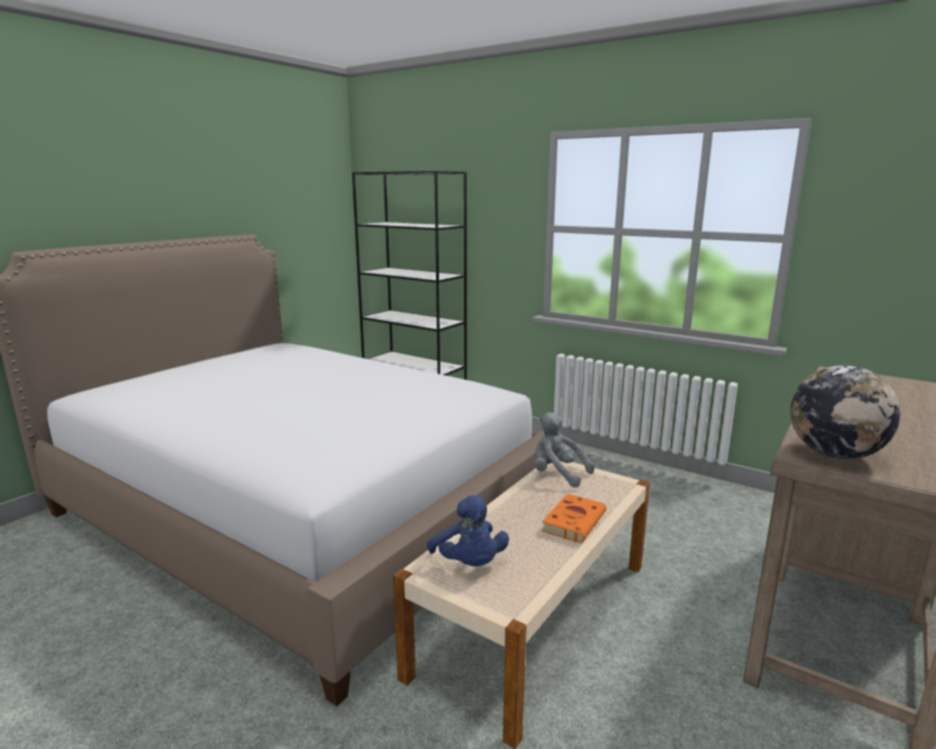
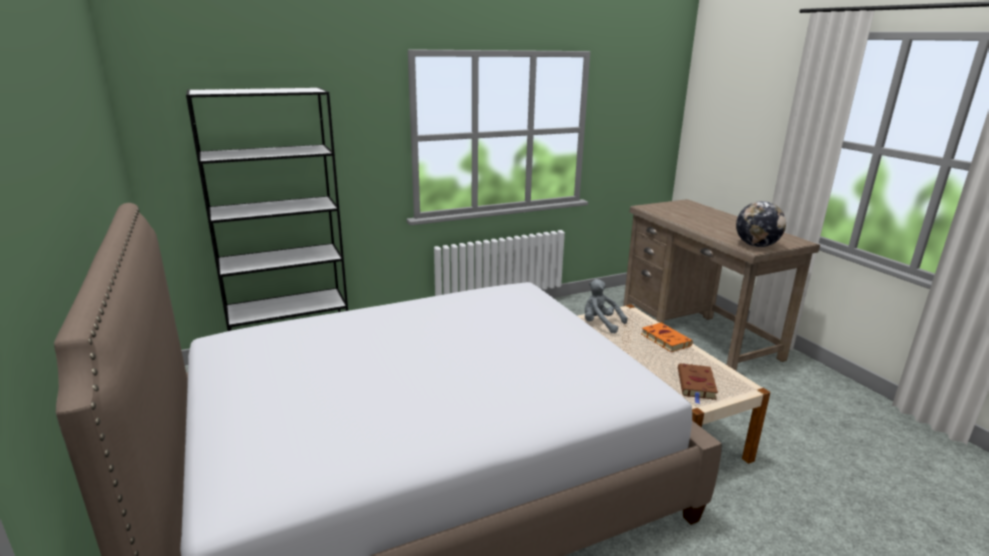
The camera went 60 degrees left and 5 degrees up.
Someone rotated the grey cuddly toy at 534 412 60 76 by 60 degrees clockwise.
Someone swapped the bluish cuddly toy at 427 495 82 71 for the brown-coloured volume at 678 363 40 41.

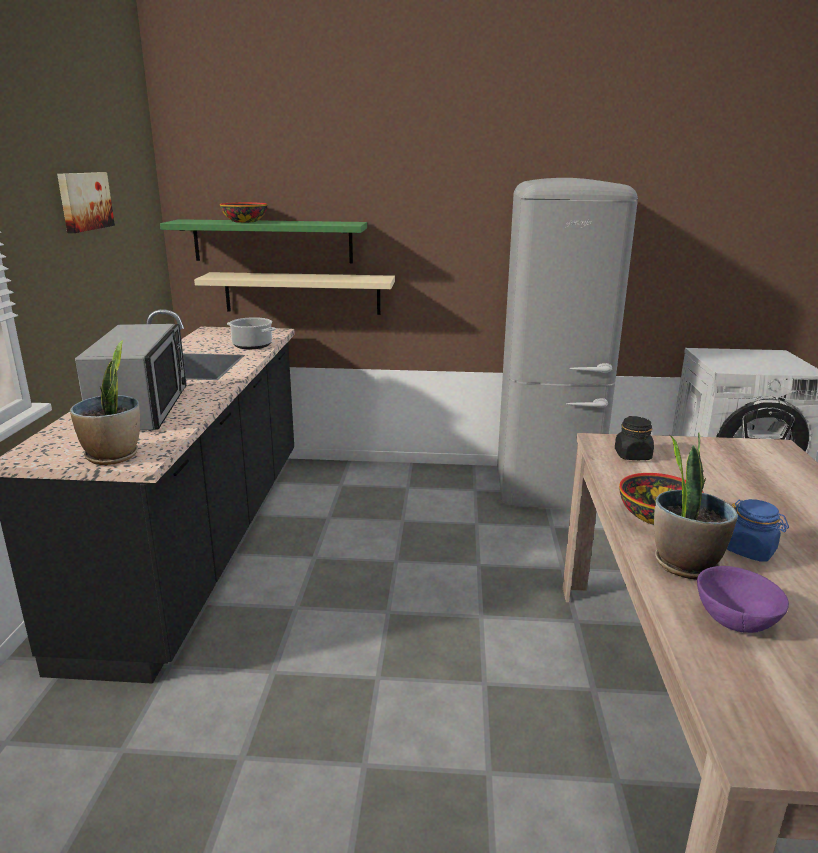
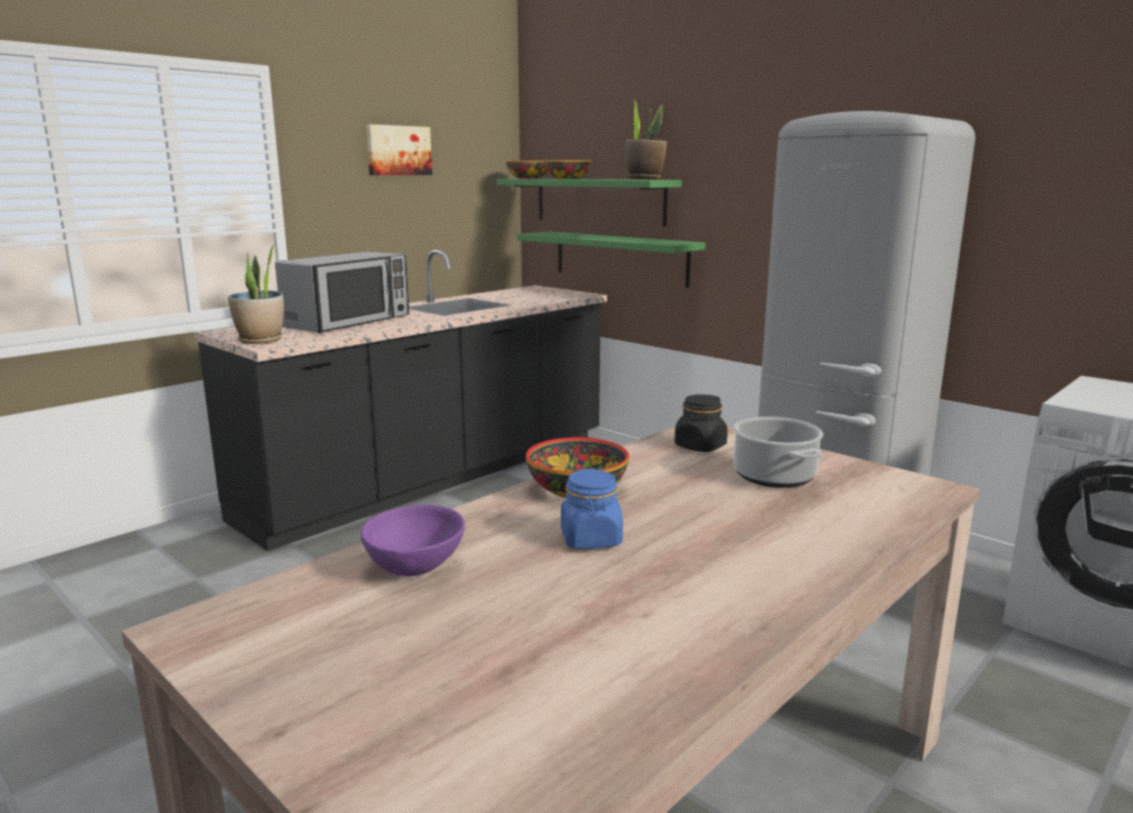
The camera went 40 degrees right and 5 degrees down.
Someone repainted the beige shelf at 194 272 201 43, which became the greenish shelf at 517 231 189 57.
Someone carried the stockpot from 227 317 49 32 to 733 417 90 71.
Someone carried the potted plant from 654 432 84 148 to 625 100 42 79.
Someone put down the serving bowl at 506 160 42 19.

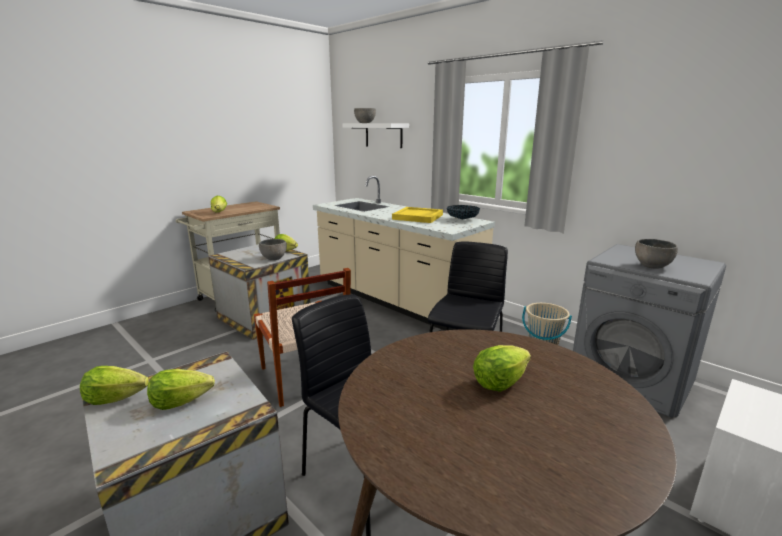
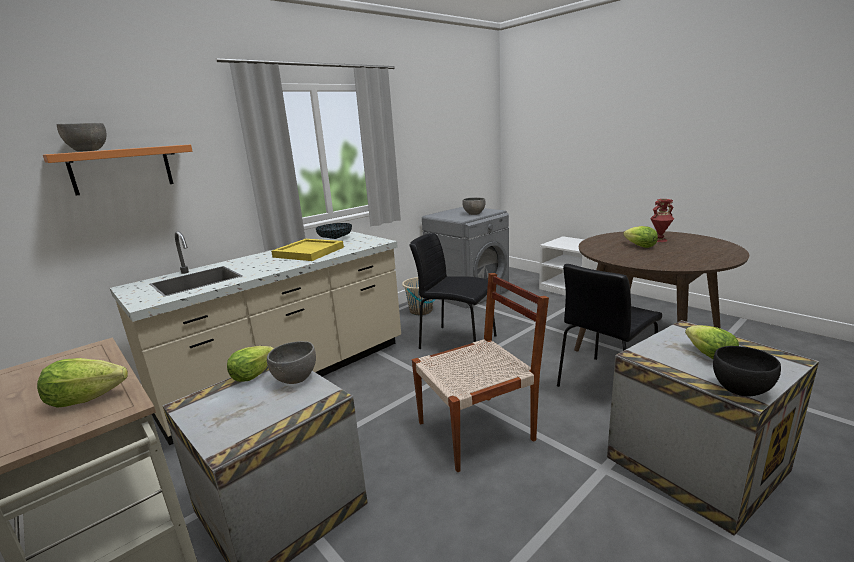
The camera went 85 degrees left and 0 degrees up.
Someone repainted the white-coloured shelf at 342 123 67 25, which became the orange-coloured shelf at 43 145 150 50.
Someone swapped the lettuce head at 80 366 69 39 for the blackish serving bowl at 713 346 68 50.
Someone put down the red-coloured decorative vase at 650 199 24 43.

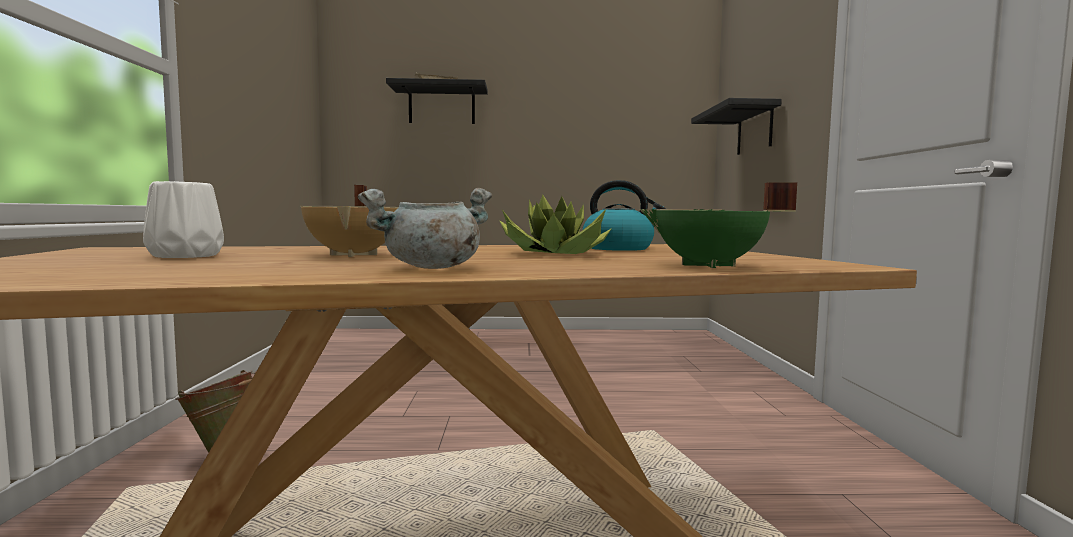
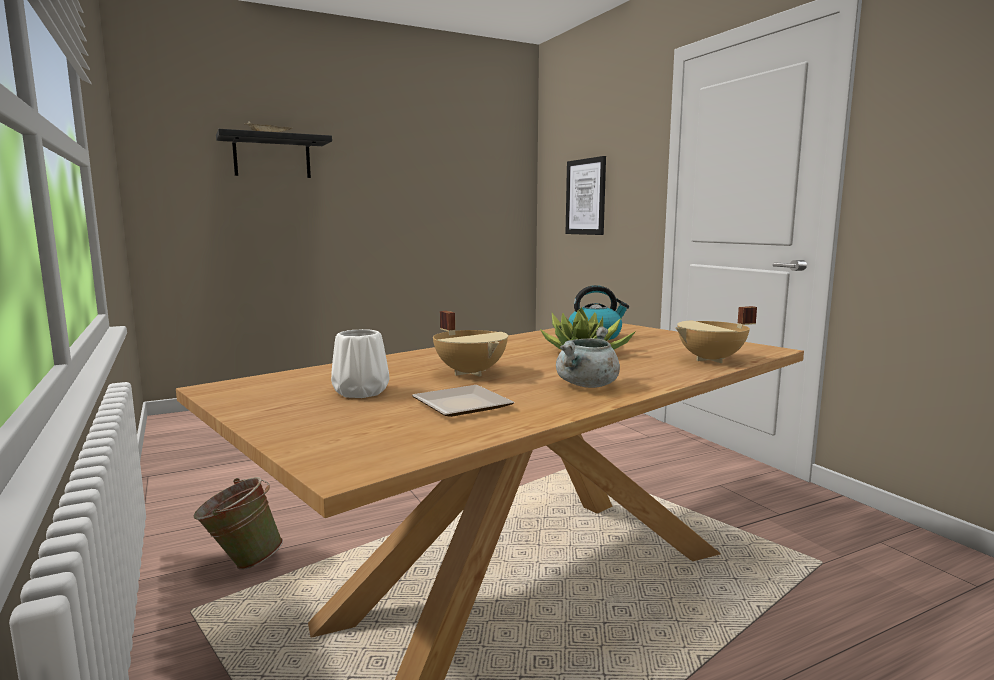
The camera went 25 degrees left and 5 degrees up.
Someone swapped the blackish shelf at 691 98 91 57 for the picture at 566 156 40 79.
Someone repainted the greenish stockpot at 640 182 157 86, which became the beige stockpot at 675 306 82 57.
Someone put down the dinner plate at 412 385 102 32.

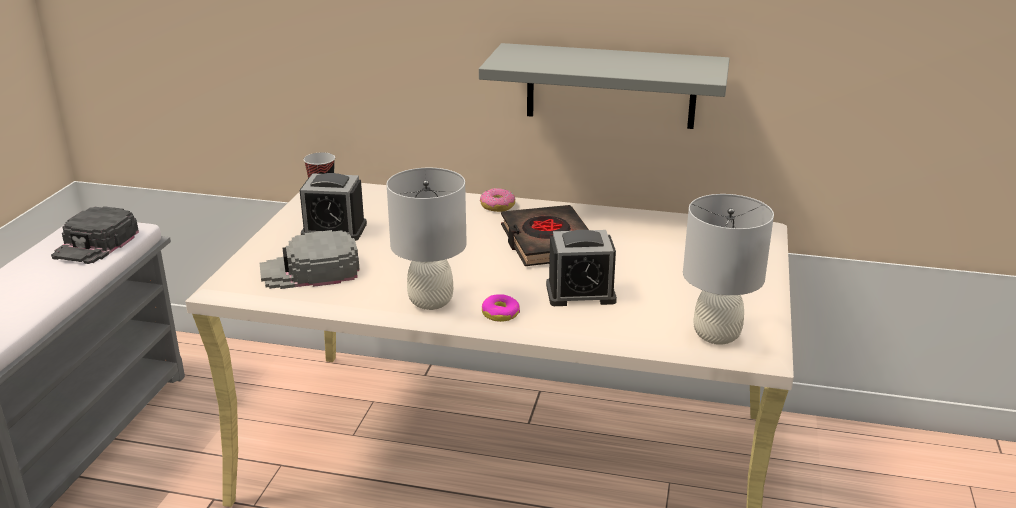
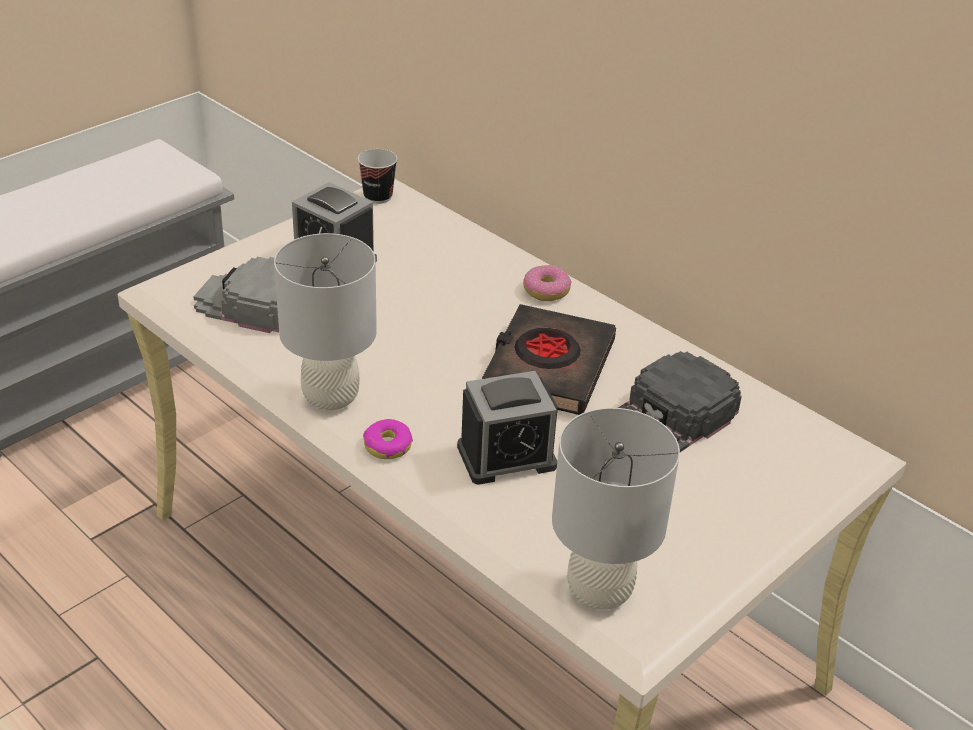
The camera went 30 degrees right and 10 degrees up.
Someone took away the grey shelf at 479 43 251 86.
Someone carried the blackish baseball cap from 51 206 88 58 to 618 351 124 101.
Someone rotated the bedside clock at 546 230 71 76 by 45 degrees counterclockwise.

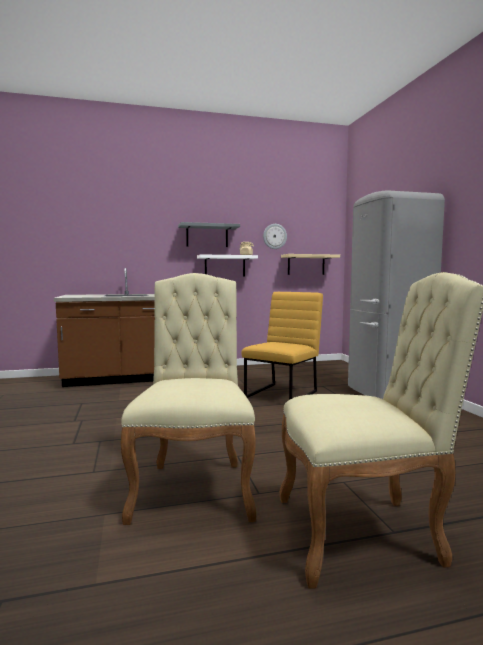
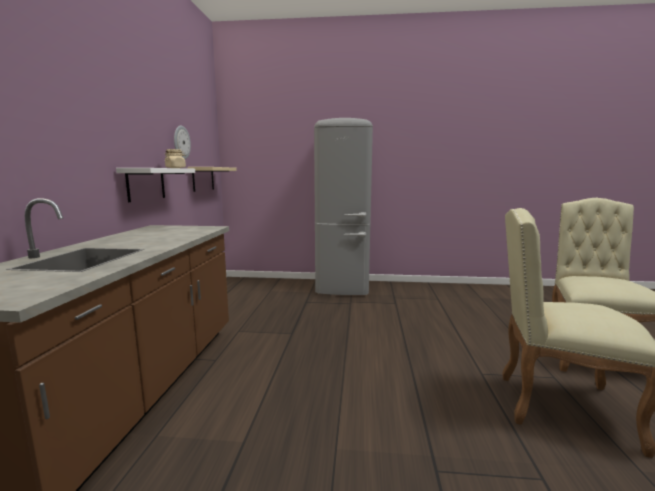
The camera went 70 degrees left and 5 degrees up.
Someone took away the grey shelf at 178 222 62 25.
Someone took away the yellow-coloured chair at 241 292 82 108.

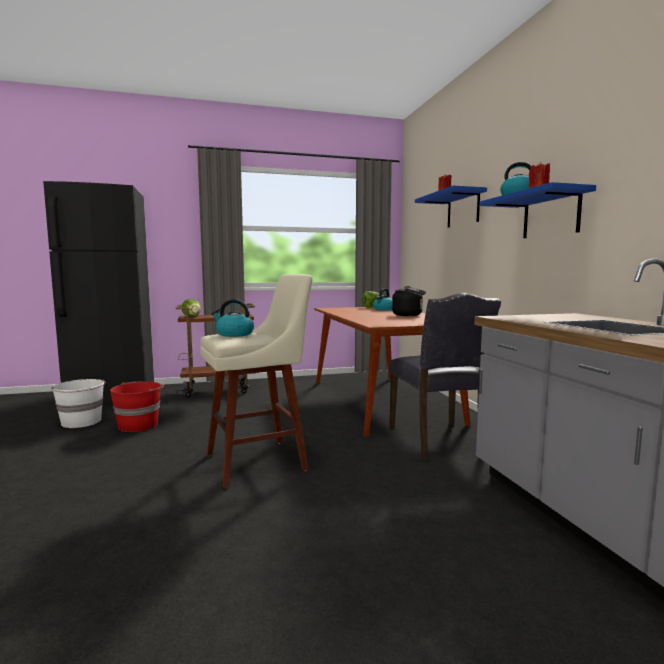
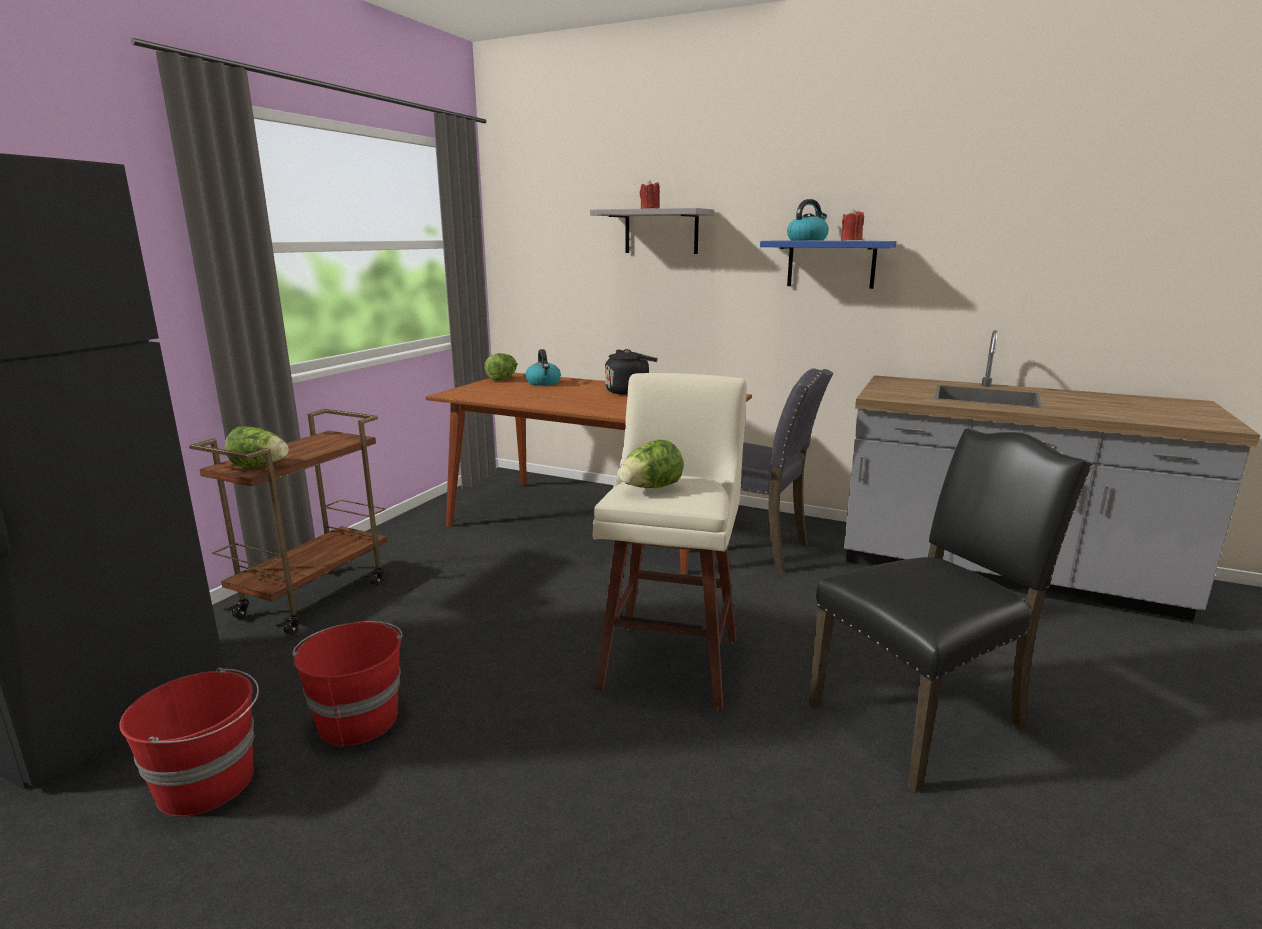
The camera went 50 degrees left and 10 degrees up.
Someone repainted the bluish shelf at 415 185 72 42, which became the grey shelf at 590 208 124 46.
Someone swapped the water kettle at 211 299 43 38 for the lettuce head at 619 440 65 48.
Someone repainted the white-coloured water bucket at 51 379 55 49, which became the red-coloured water bucket at 119 668 140 149.
Someone put down the blackish chair at 809 428 283 365.

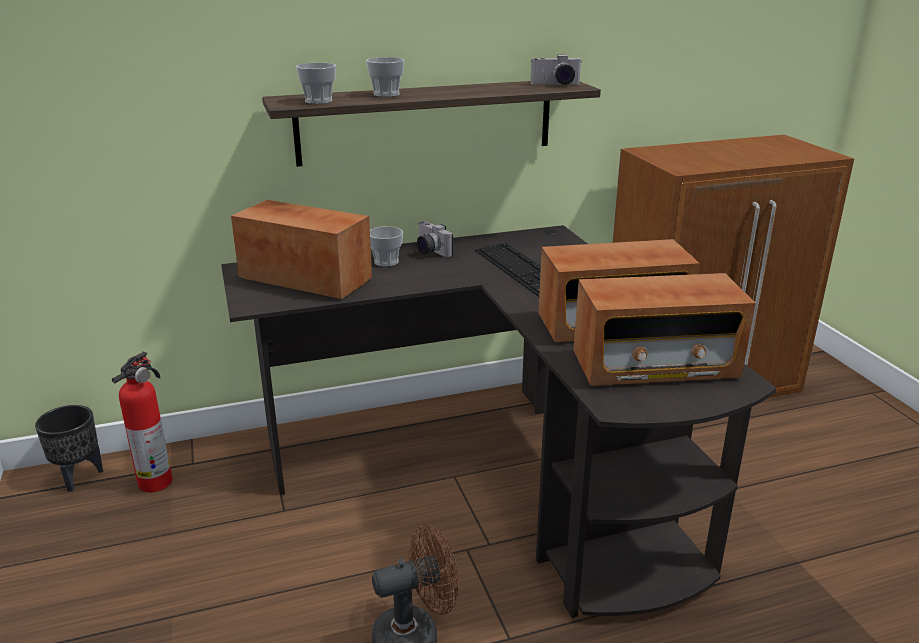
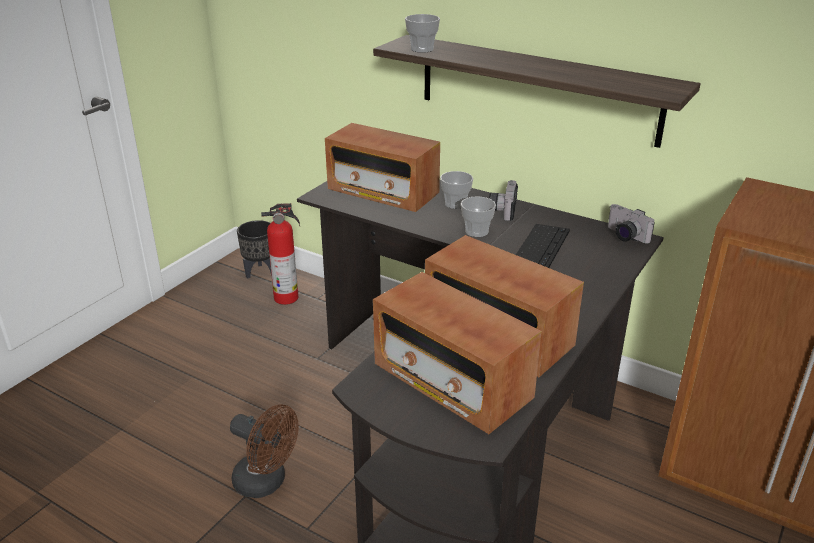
The camera went 50 degrees right and 5 degrees up.
Someone carried the photo camera from 530 55 51 30 to 608 204 47 39.
Someone carried the drinking cup from 366 57 38 40 to 461 196 35 41.
Someone rotated the radio set at 231 200 141 99 by 135 degrees clockwise.

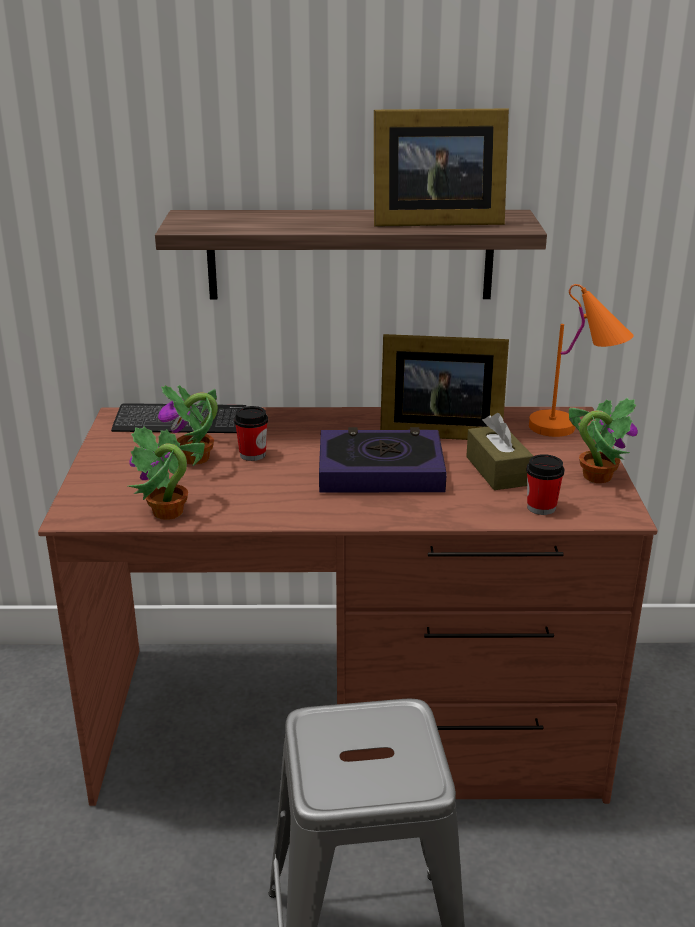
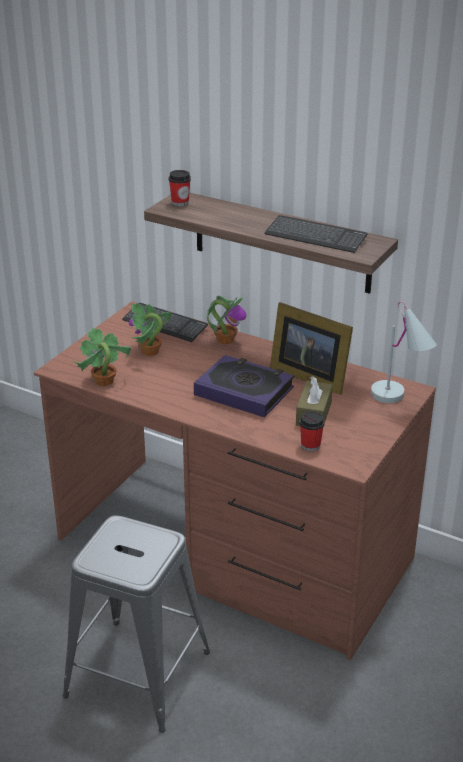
The camera went 30 degrees right and 5 degrees up.
Someone swapped the standing frame at 374 108 135 119 for the keyboard at 264 215 103 38.
Someone repainted the orange-coloured tabletop lamp at 529 284 104 153, which became the white-coloured tabletop lamp at 371 301 66 102.
Someone carried the potted plant from 569 398 69 85 to 207 295 40 49.
Someone carried the drinking cup from 234 406 34 55 to 169 170 22 36.

